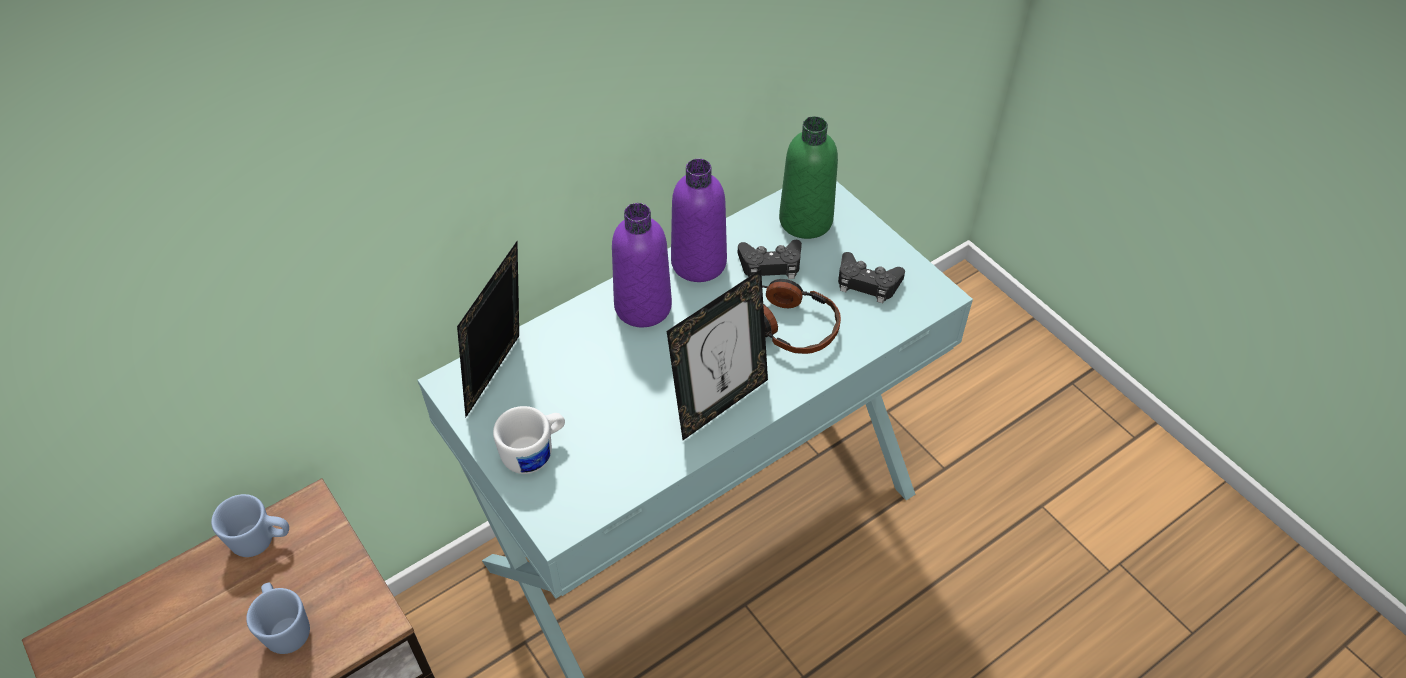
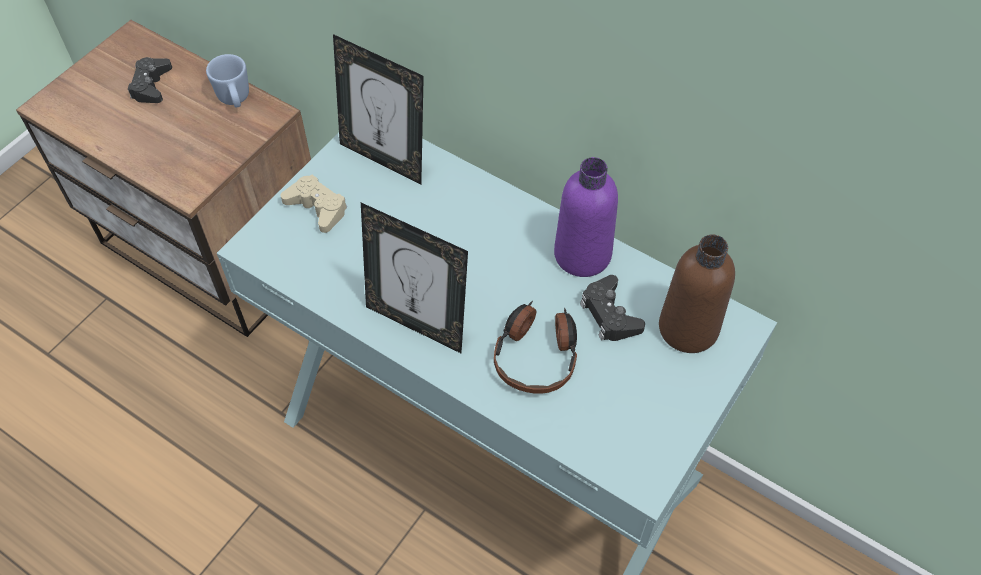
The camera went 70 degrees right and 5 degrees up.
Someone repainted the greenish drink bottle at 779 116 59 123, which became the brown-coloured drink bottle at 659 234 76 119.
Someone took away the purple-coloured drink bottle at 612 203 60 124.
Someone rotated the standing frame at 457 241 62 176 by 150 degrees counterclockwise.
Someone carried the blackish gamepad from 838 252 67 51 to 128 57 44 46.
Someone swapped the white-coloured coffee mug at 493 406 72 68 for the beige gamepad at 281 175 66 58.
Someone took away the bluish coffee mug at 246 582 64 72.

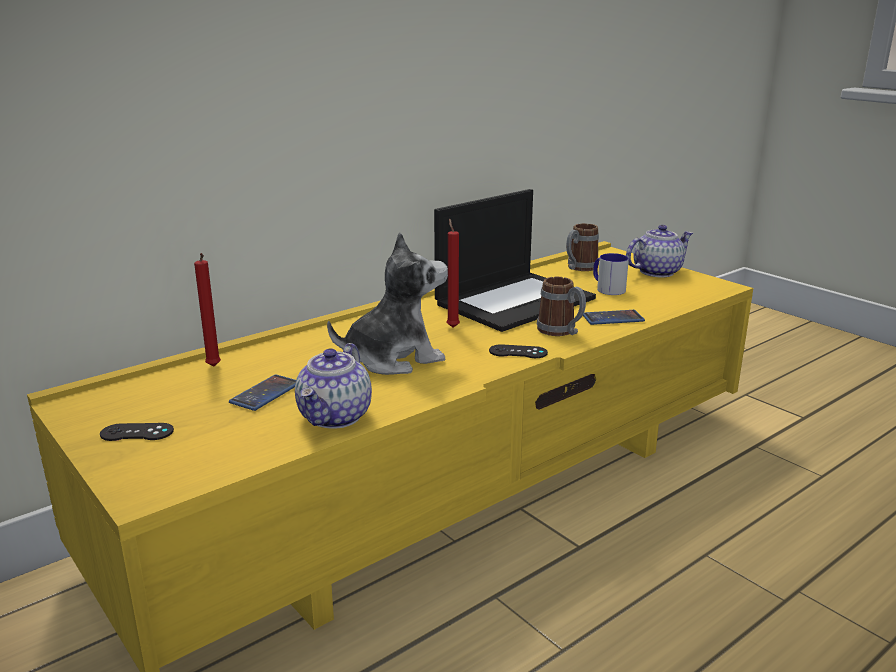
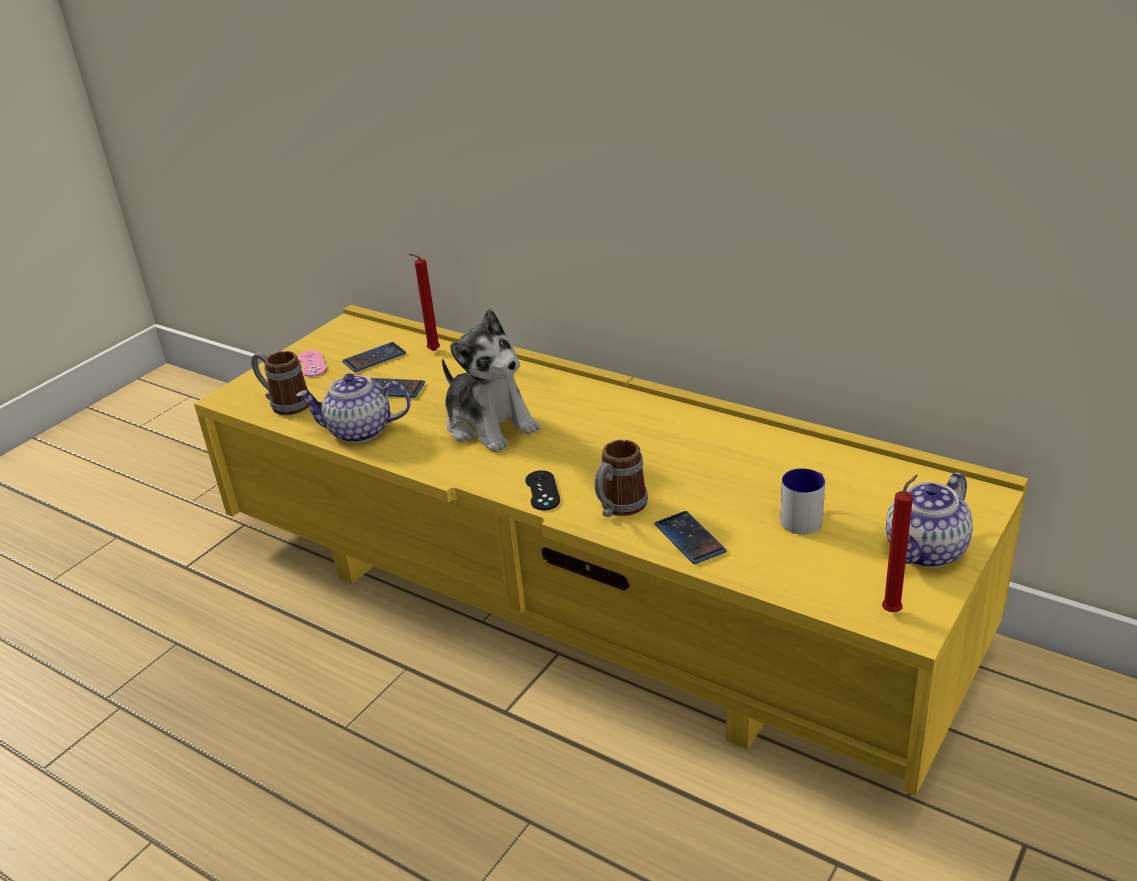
The camera went 75 degrees right and 10 degrees up.
Someone took away the laptop at 434 189 162 143.
Someone carried the red-coloured wax candle from 446 219 14 109 to 882 475 36 137.
Someone carried the coffee mug from 566 223 33 48 to 251 351 59 64.
Someone rotated the teapot at 626 225 67 52 by 90 degrees clockwise.
Someone repainted the blackish gamepad at 100 423 74 18, which became the pink gamepad at 298 350 29 27.
Someone put down the phone at 342 342 64 30.

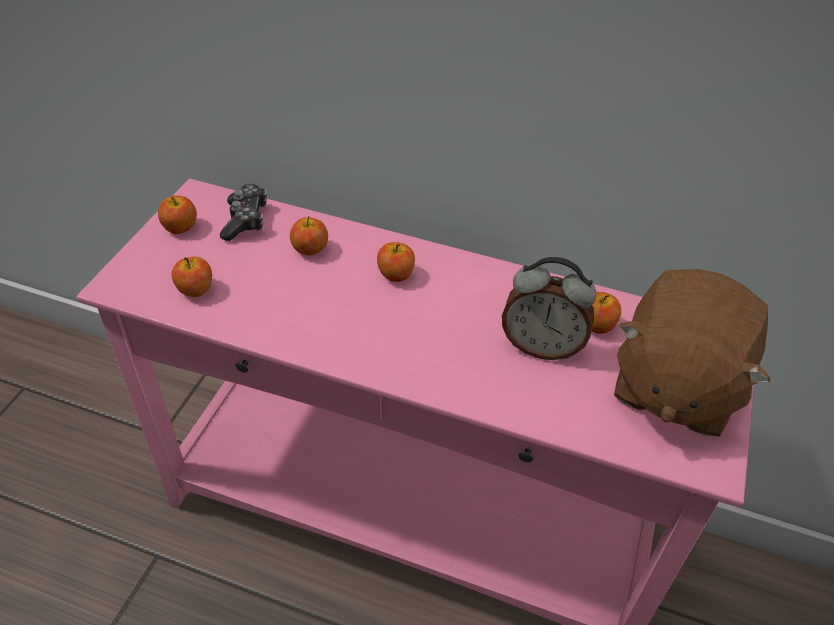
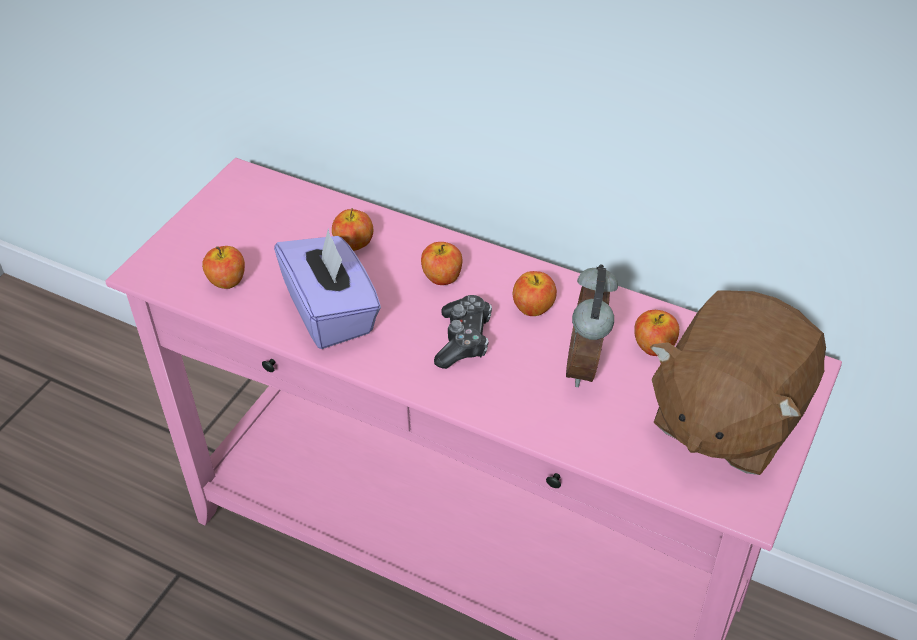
The camera went 10 degrees right and 0 degrees up.
Someone carried the gamepad from 220 184 47 57 to 434 295 58 74.
Someone carried the apple from 158 196 39 38 to 513 271 44 45.
Someone rotated the bedside clock at 502 257 94 103 by 75 degrees clockwise.
Someone put down the purple-coloured box of tissues at 274 228 107 121.

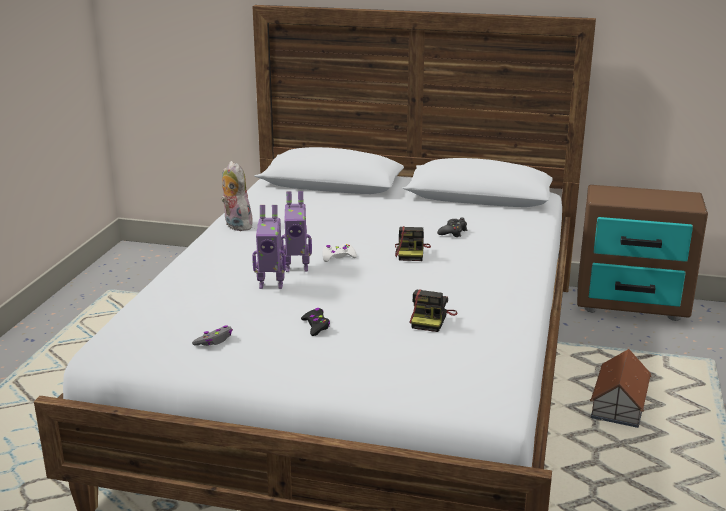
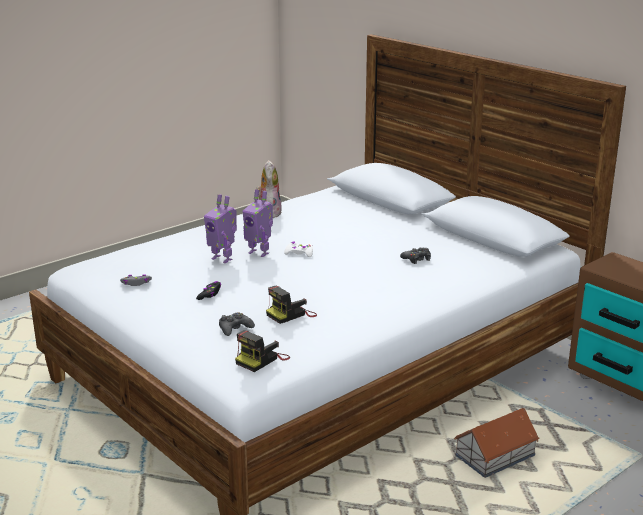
The camera went 35 degrees right and 0 degrees up.
Someone carried the photo camera from 395 226 36 35 to 235 330 55 42.
Someone put down the blackish gamepad at 219 312 36 24.

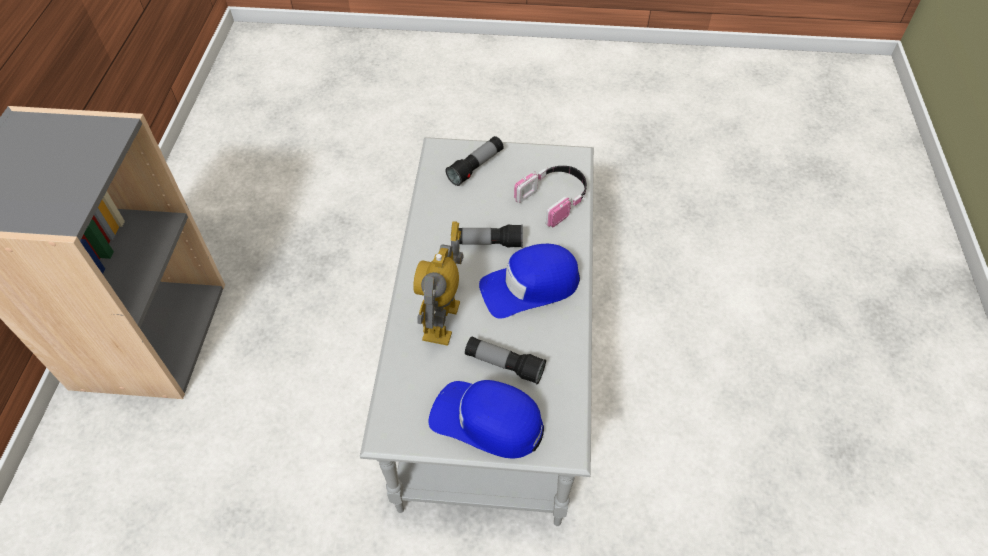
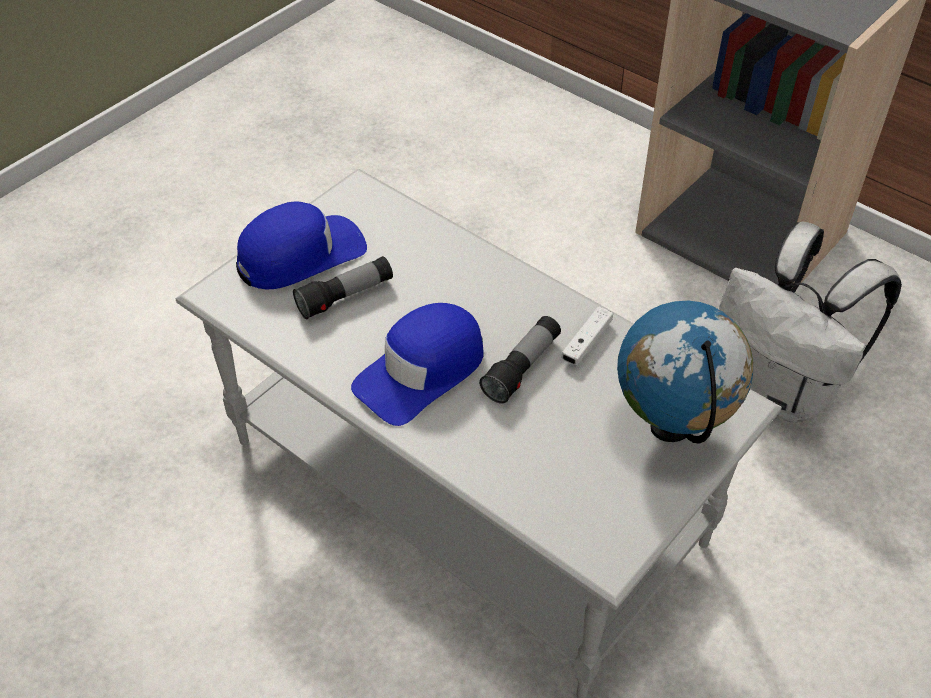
The camera went 125 degrees right and 5 degrees down.
Someone swapped the flashlight at 446 136 58 50 for the world globe at 617 301 136 143.
Someone took away the headphones at 514 166 73 61.
Someone took away the robot figure at 413 221 51 125.
Someone rotated the bluish baseball cap at 479 244 101 75 by 150 degrees counterclockwise.
Someone put down the white-coloured backpack at 719 222 183 201.
Someone put down the white-coloured gamepad at 561 306 52 59.

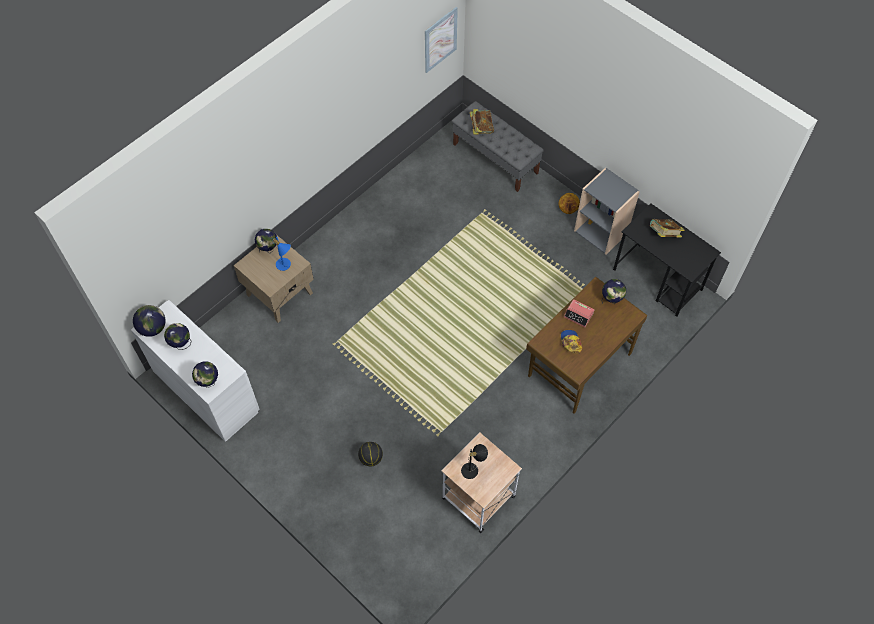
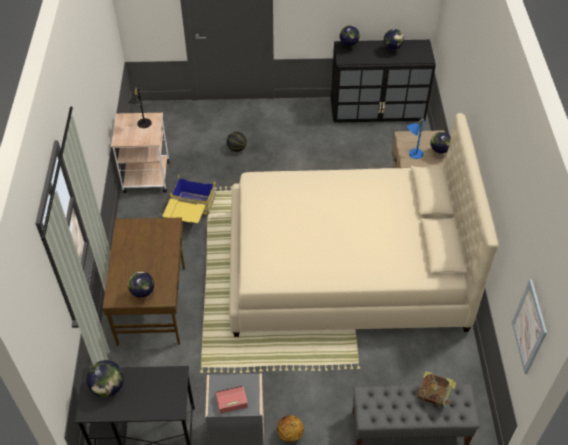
The camera went 135 degrees right and 10 degrees down.
Someone took away the volume at 649 219 36 18.
Someone carried the bedside clock from 564 299 30 28 to 215 386 33 28.
Someone repainted the white-coloured storage cabinet at 131 300 128 142, which became the blackish storage cabinet at 331 40 105 83.
Someone carried the world globe from 133 305 33 32 to 87 360 37 37.
Someone took away the baseball cap at 561 330 21 23.
Someone put down the beige bedroom bed at 229 113 270 224.
Someone put down the yellow-coloured storage container at 163 175 53 48.

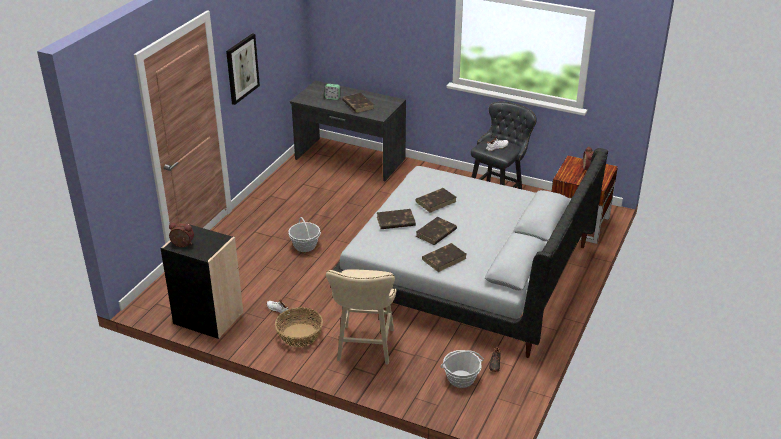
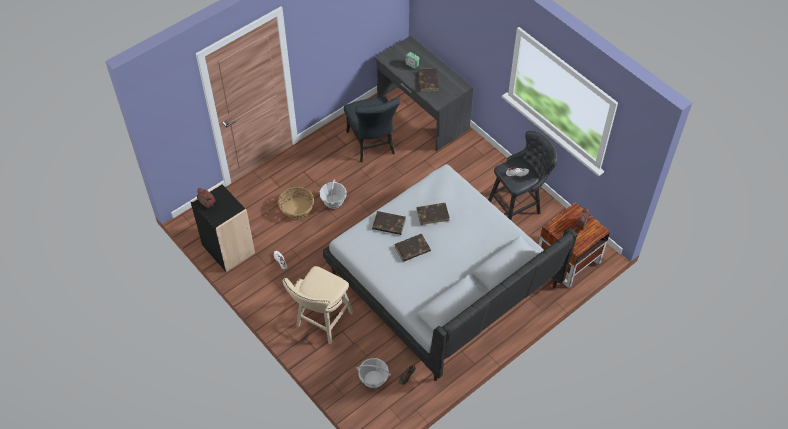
The camera went 25 degrees right and 20 degrees up.
Someone took away the picture at 226 33 34 72.
Someone took away the brown-coloured volume at 422 243 45 29.
Someone carried the basket from 275 307 48 40 to 278 187 36 32.
Someone put down the grey chair at 344 96 57 66.

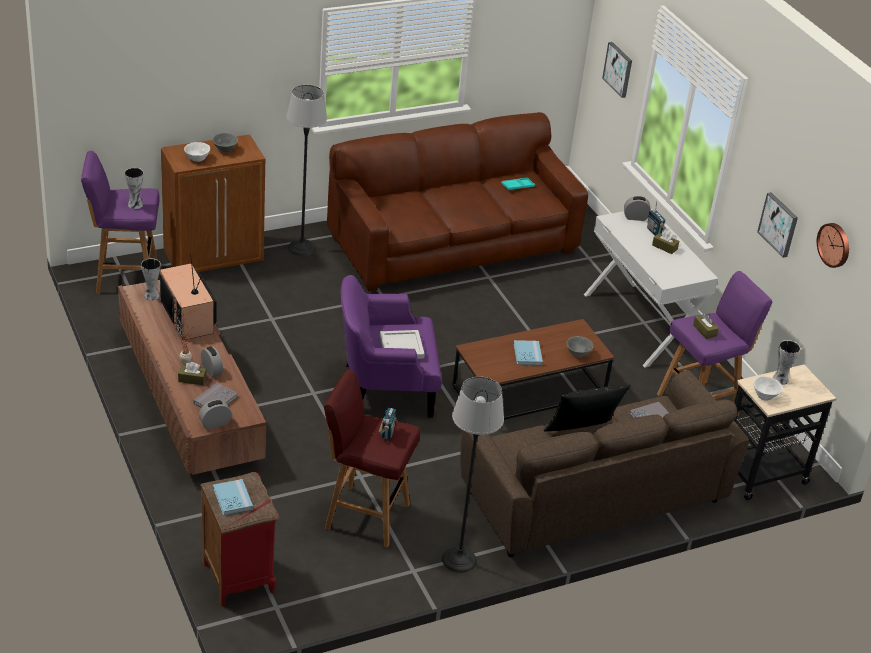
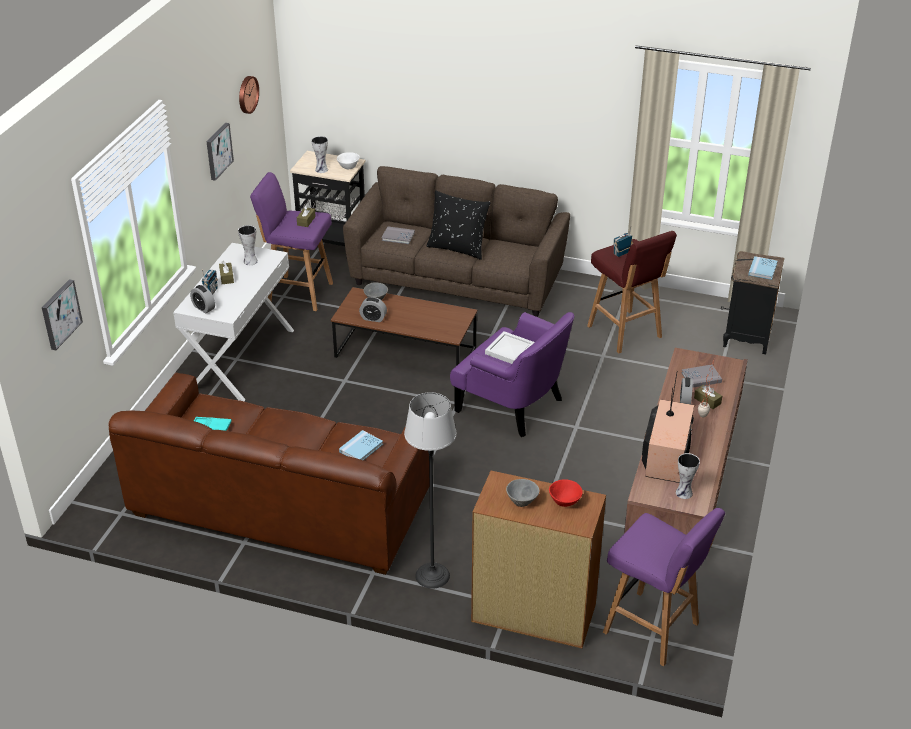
The camera went 135 degrees left and 0 degrees up.
Someone repainted the white-coloured serving bowl at 184 142 26 20, which became the red-coloured serving bowl at 549 479 34 28.
Someone carried the decorative vase from 125 167 19 42 to 238 225 20 40.
Someone carried the bluish volume from 514 340 29 25 to 339 430 44 30.
Someone took away the floor lamp at 442 377 62 196.
Someone carried the bedside clock from 199 399 33 30 to 359 297 28 25.
Someone repainted the red-coloured nightstand at 200 472 79 134, which became the blackish nightstand at 721 251 63 103.

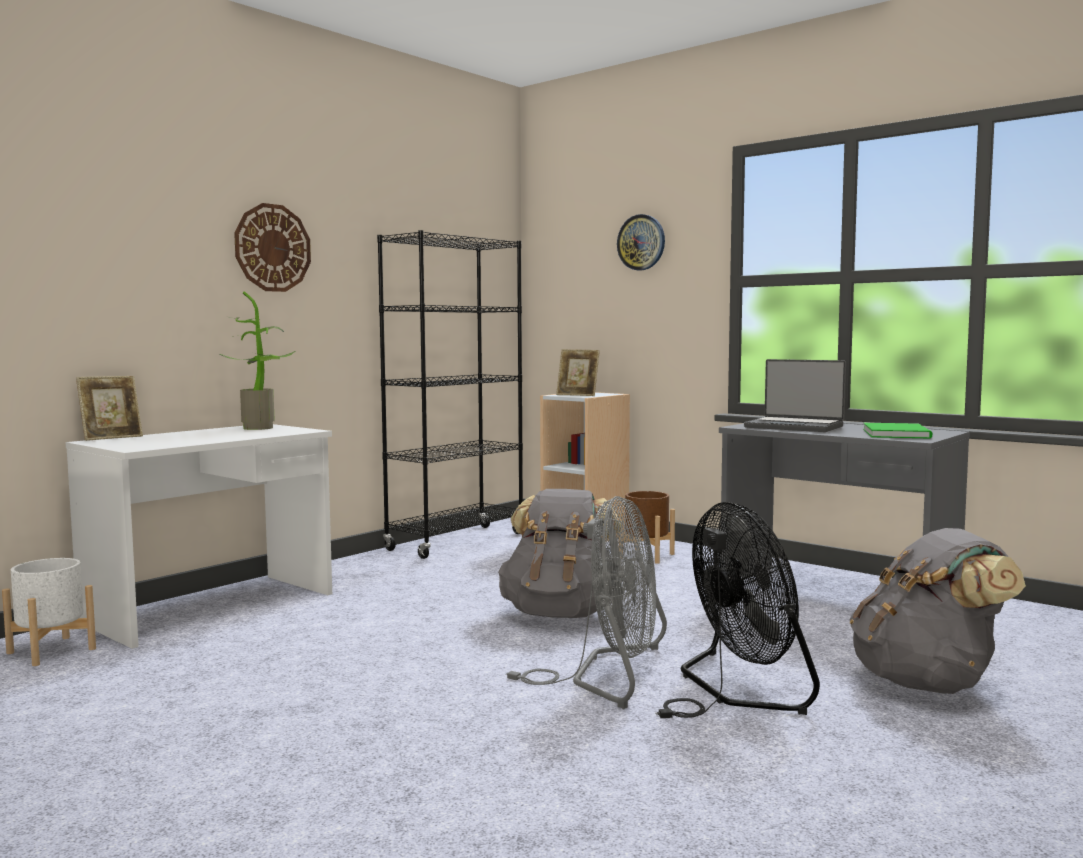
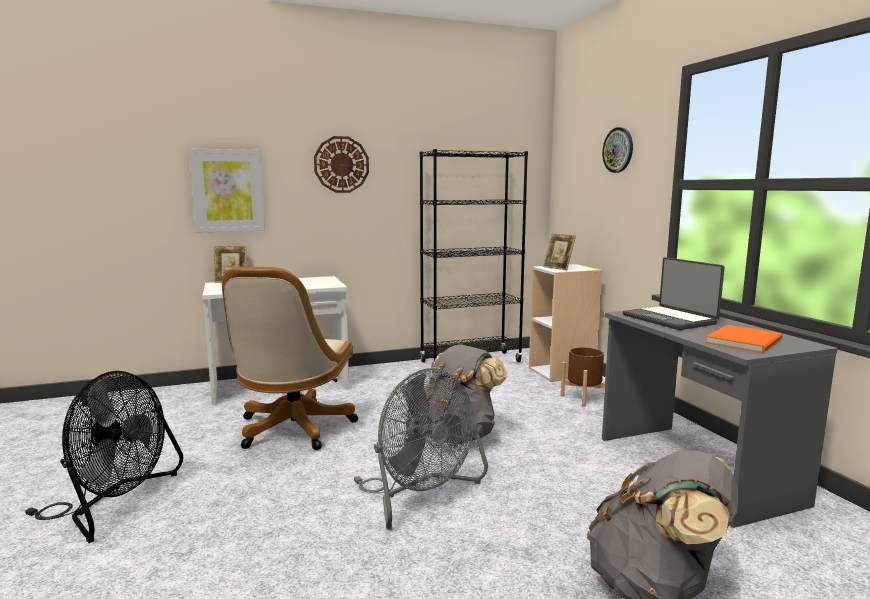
The camera went 30 degrees right and 5 degrees up.
Someone took away the potted plant at 219 291 77 139.
Someone repainted the greenish volume at 863 423 69 16, which became the orange-coloured volume at 706 325 77 28.
Someone carried the blackish electric fan from 655 502 165 216 to 25 371 158 172.
Someone took away the white-coloured plant pot at 2 558 94 108.
Someone put up the picture at 189 149 76 84.
Someone put down the office chair at 222 267 136 183.

